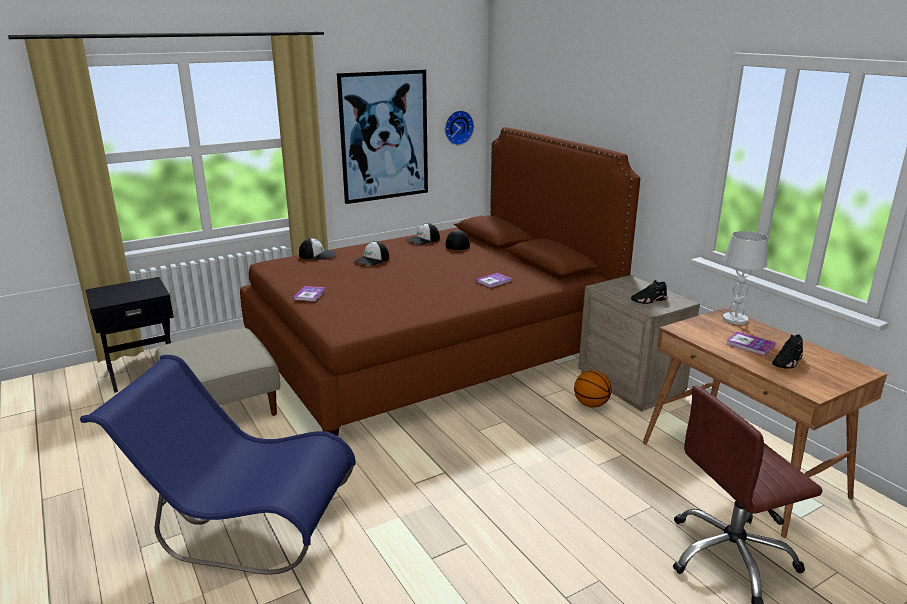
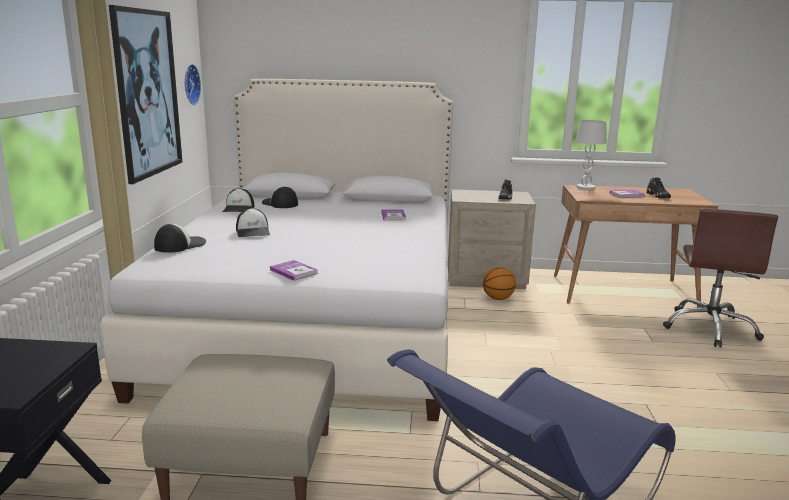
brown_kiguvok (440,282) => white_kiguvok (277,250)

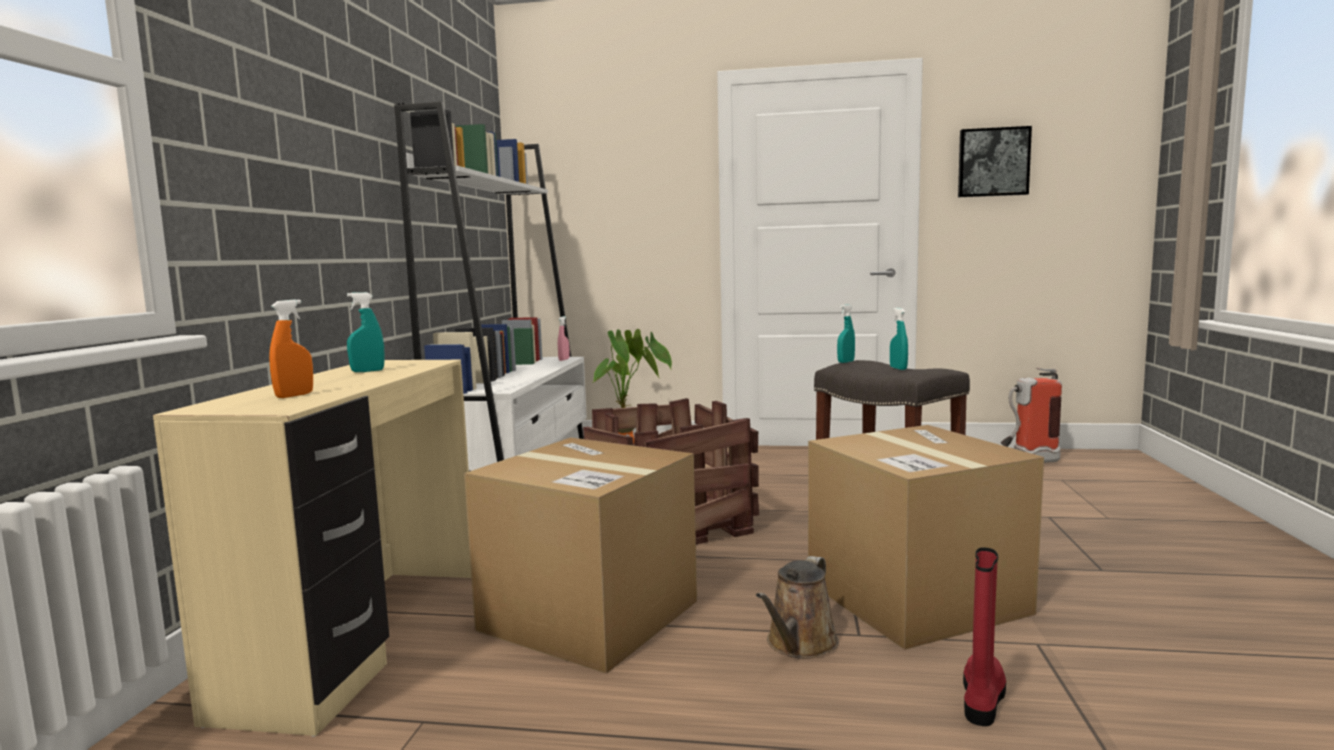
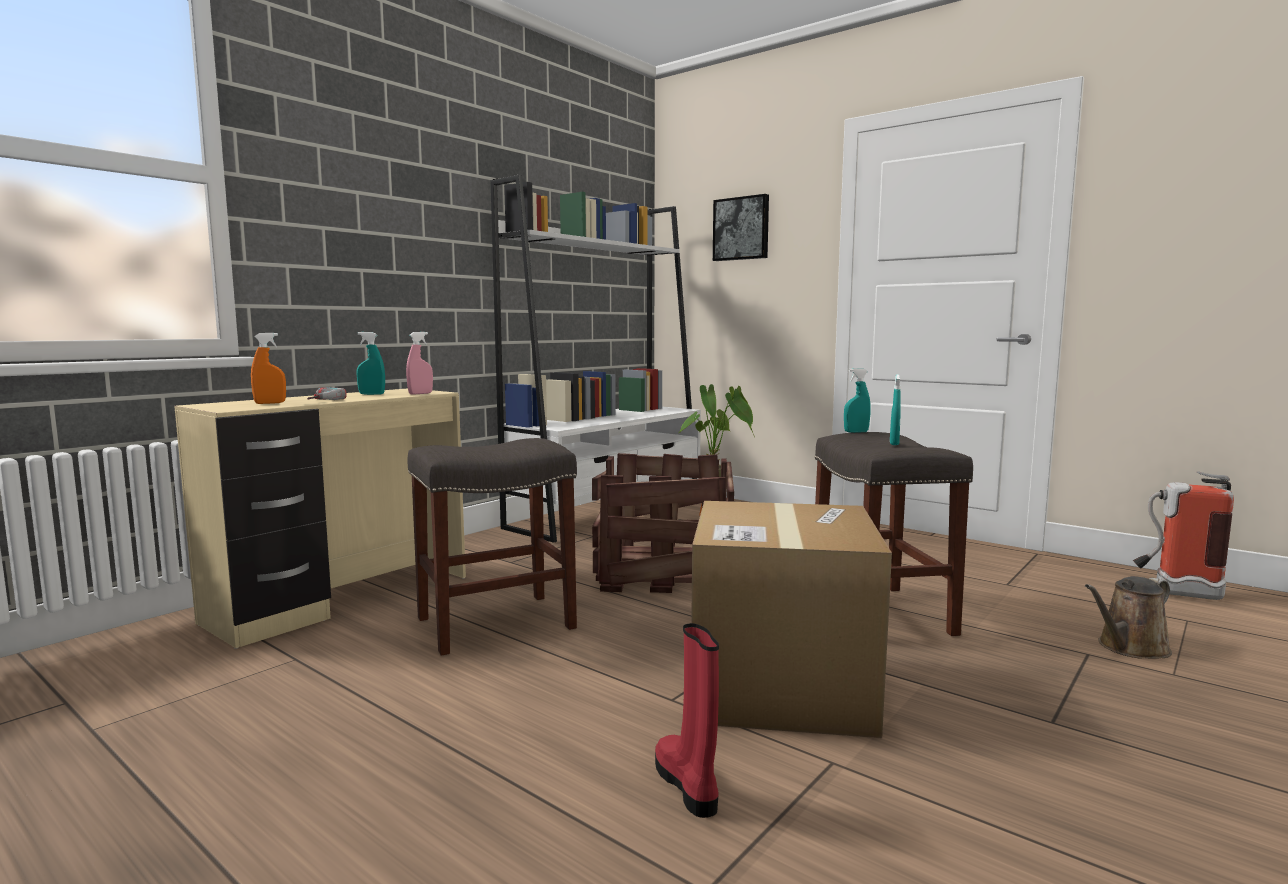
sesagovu (580,555) => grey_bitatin (492,547)
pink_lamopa (564,338) => pink_lamopa (419,363), shifted
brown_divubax (797,607) => brown_divubax (1128,617), shifted
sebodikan (995,161) => sebodikan (741,227), shifted
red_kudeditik (984,637) => red_kudeditik (687,720), 75 degrees counterclockwise
nothing => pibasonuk (327,393)

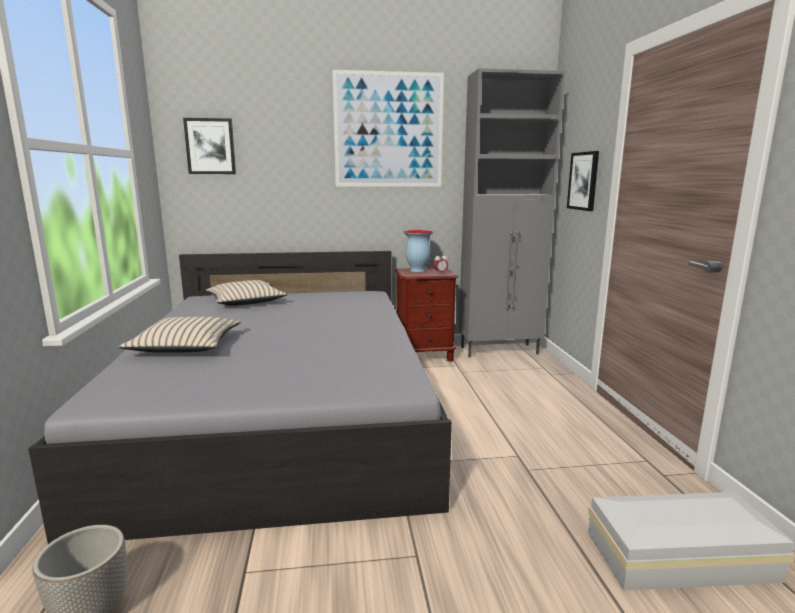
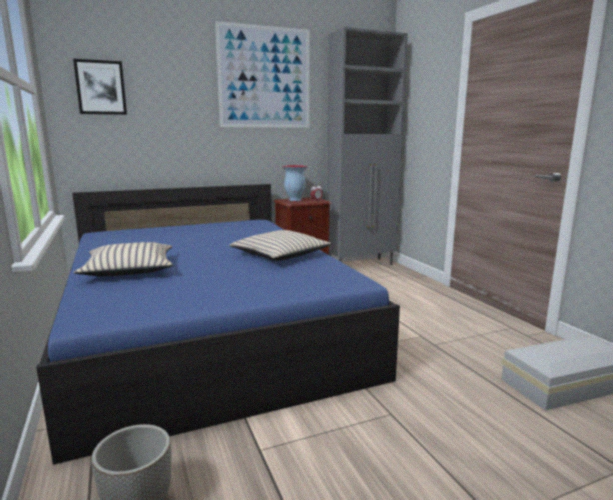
grey_kiguvok (240,397) => blue_kiguvok (218,324)
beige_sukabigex (246,293) => beige_sukabigex (280,245), shifted
sebodikan (583,181) => nothing

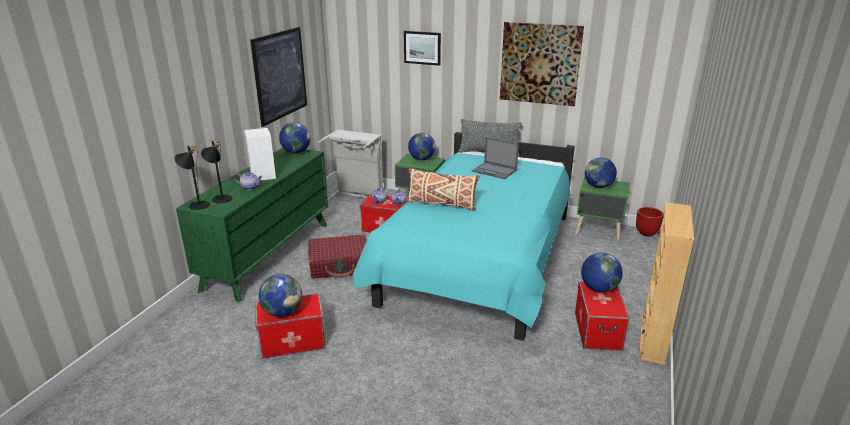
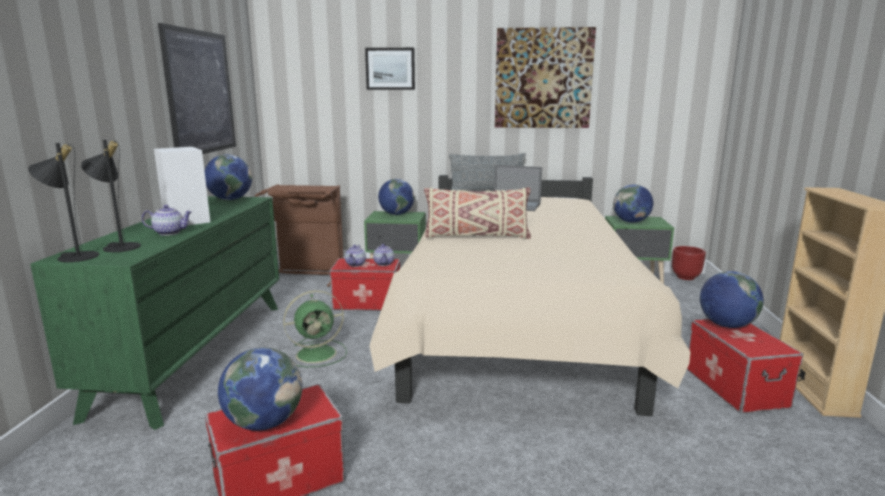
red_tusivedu (337,257) => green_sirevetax (315,328)
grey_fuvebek (350,164) => brown_fuvebek (299,235)
turquoise_kiguvok (464,236) => beige_kiguvok (530,295)

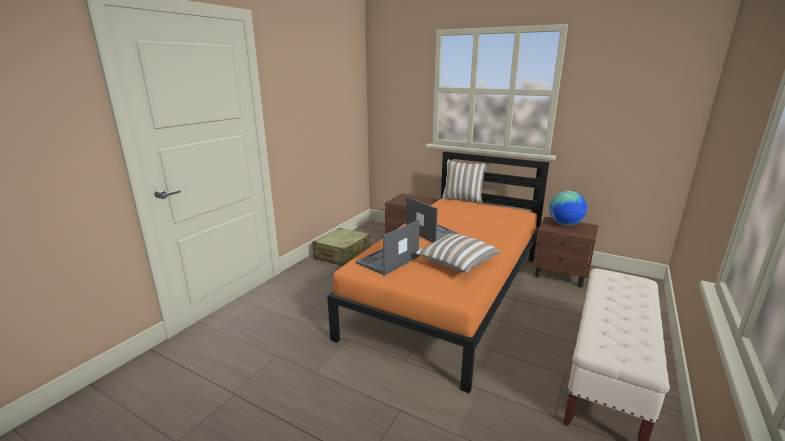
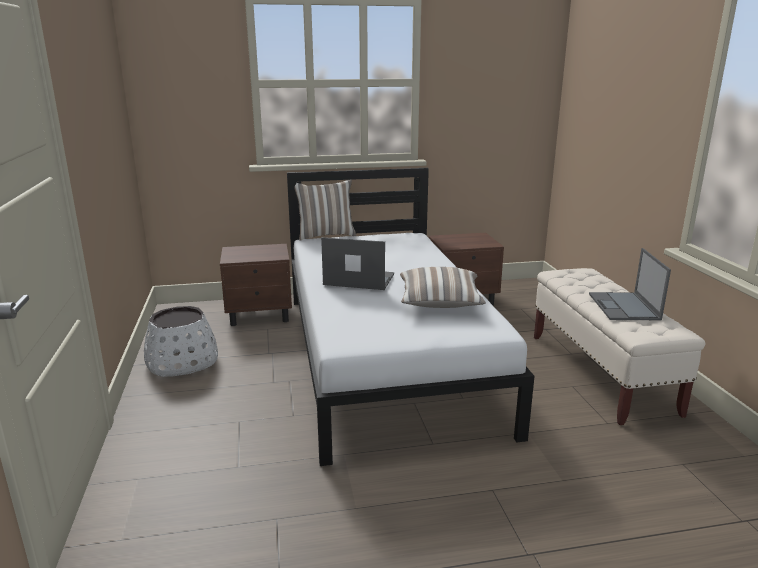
beige_tusivedu (341,247) => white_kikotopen (181,341)
orange_kiguvok (438,272) => white_kiguvok (411,317)
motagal (388,247) => motagal (630,284), shifted
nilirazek (568,208) => nothing

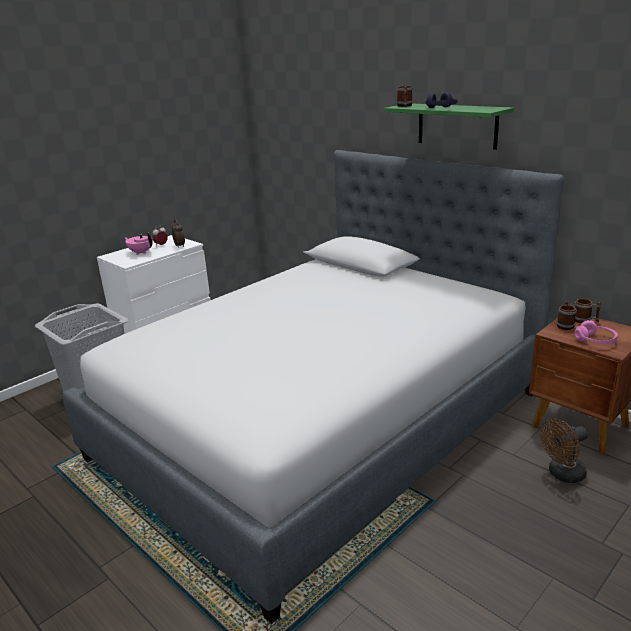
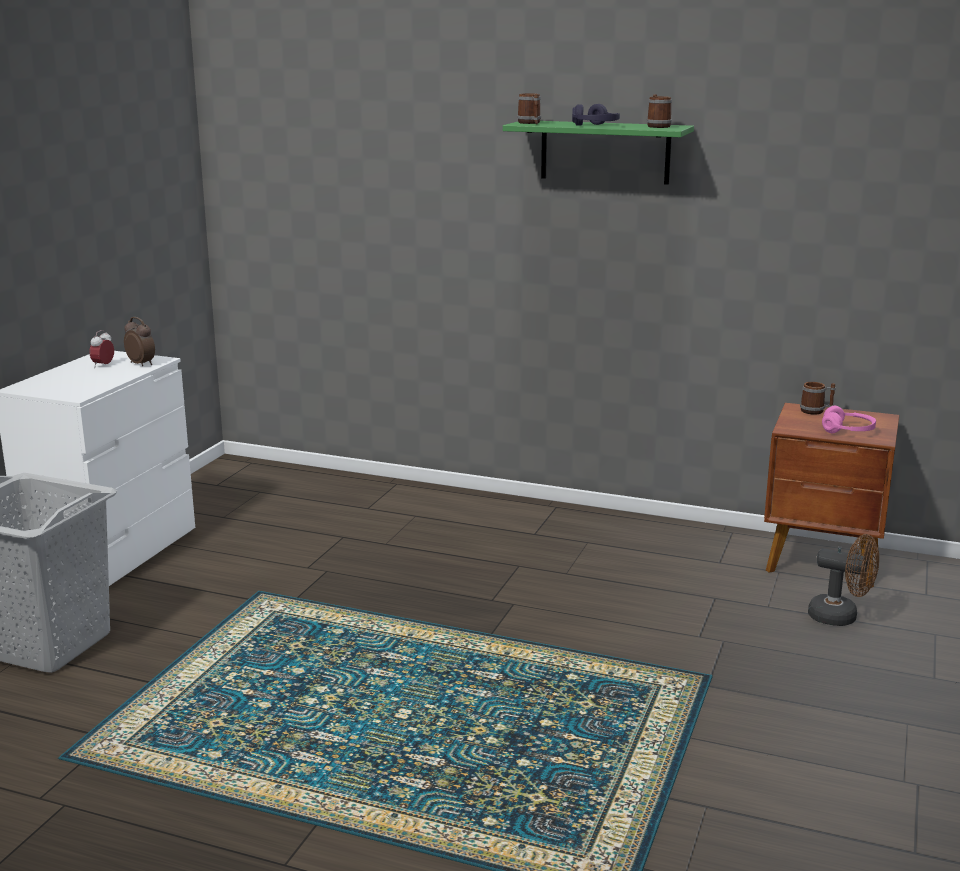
kiguvok (313,387) => nothing
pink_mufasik (138,243) => nothing
brown_sirevetax (564,451) => brown_sirevetax (843,580), 105 degrees counterclockwise
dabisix (566,315) => dabisix (659,111), shifted

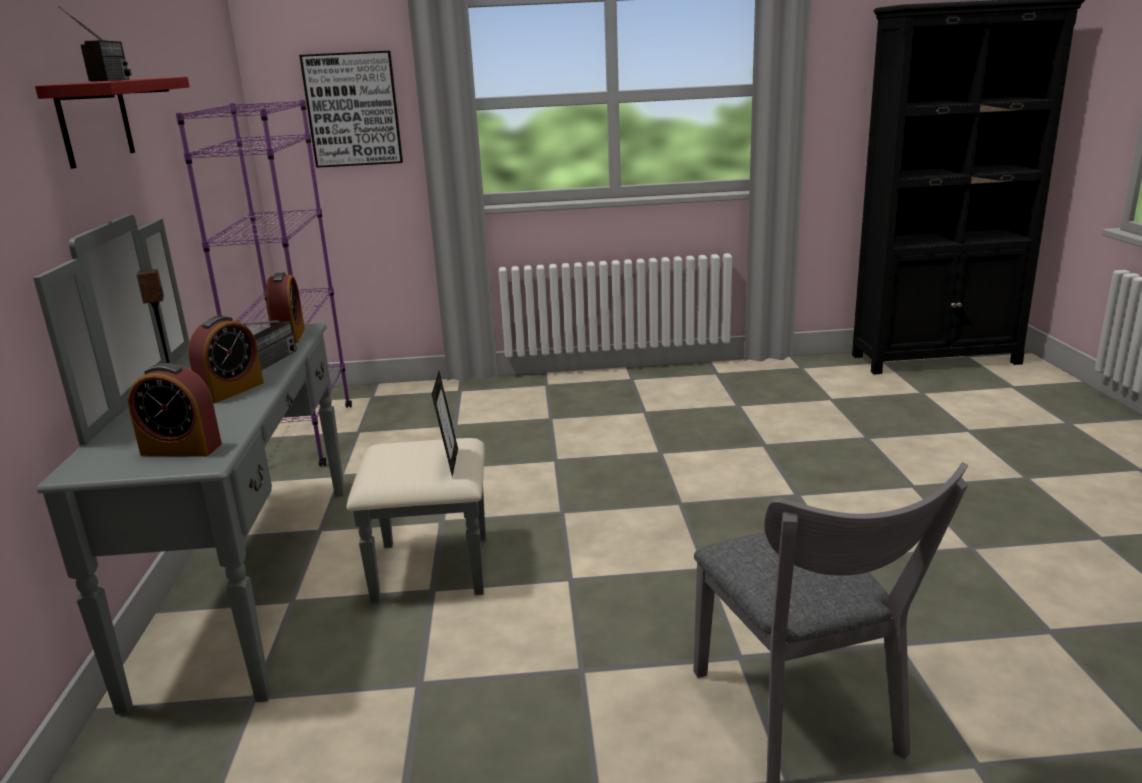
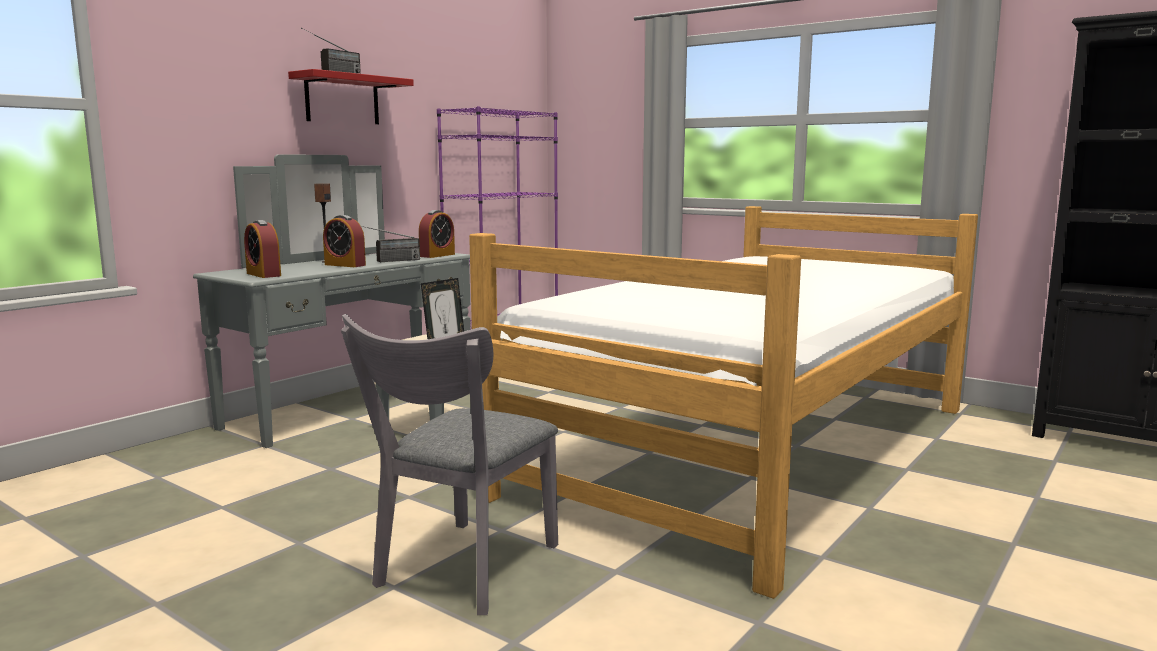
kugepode (226,359) => kugepode (344,241), 45 degrees clockwise
sebodikan (351,109) => nothing
nothing => kiguvok (723,402)

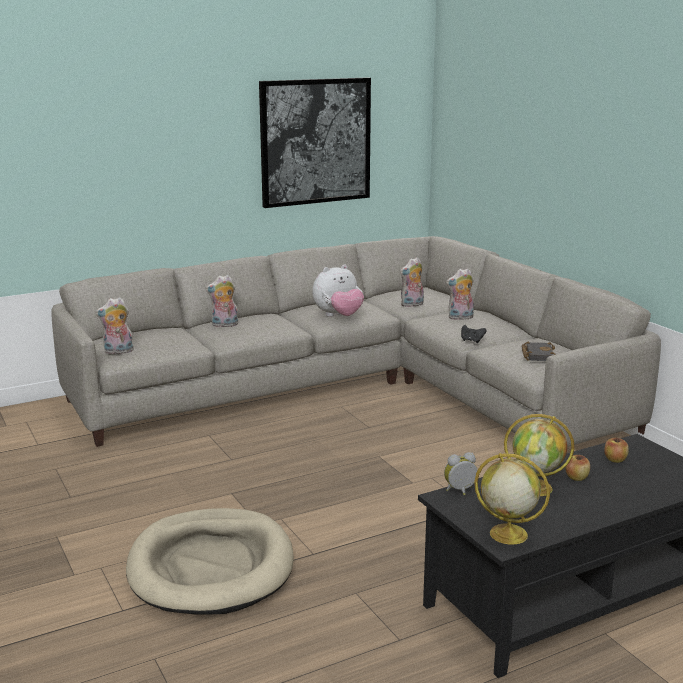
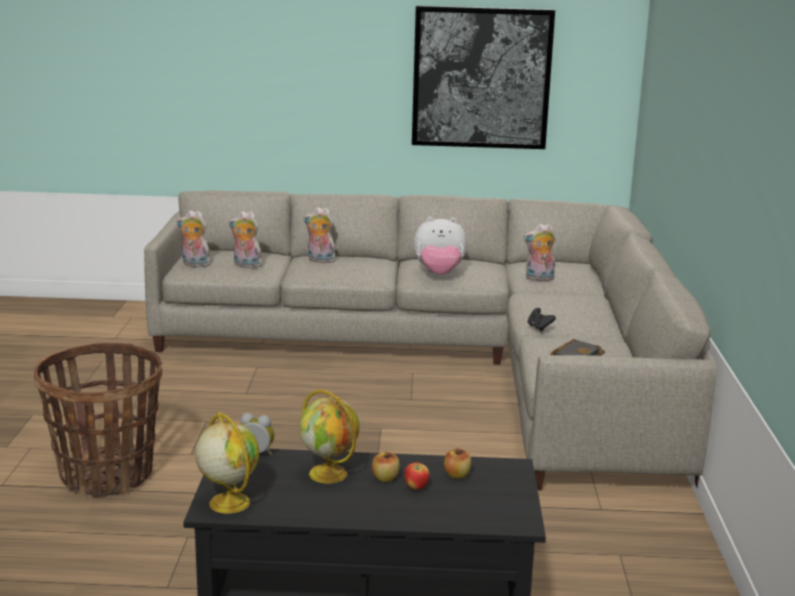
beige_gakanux (210,561) => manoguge (98,420)
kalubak (460,294) => kalubak (245,239), shifted
nothing => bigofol (416,476)

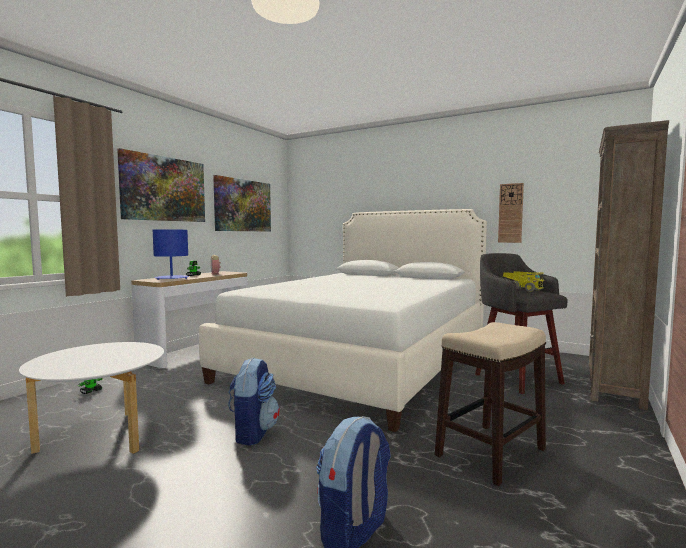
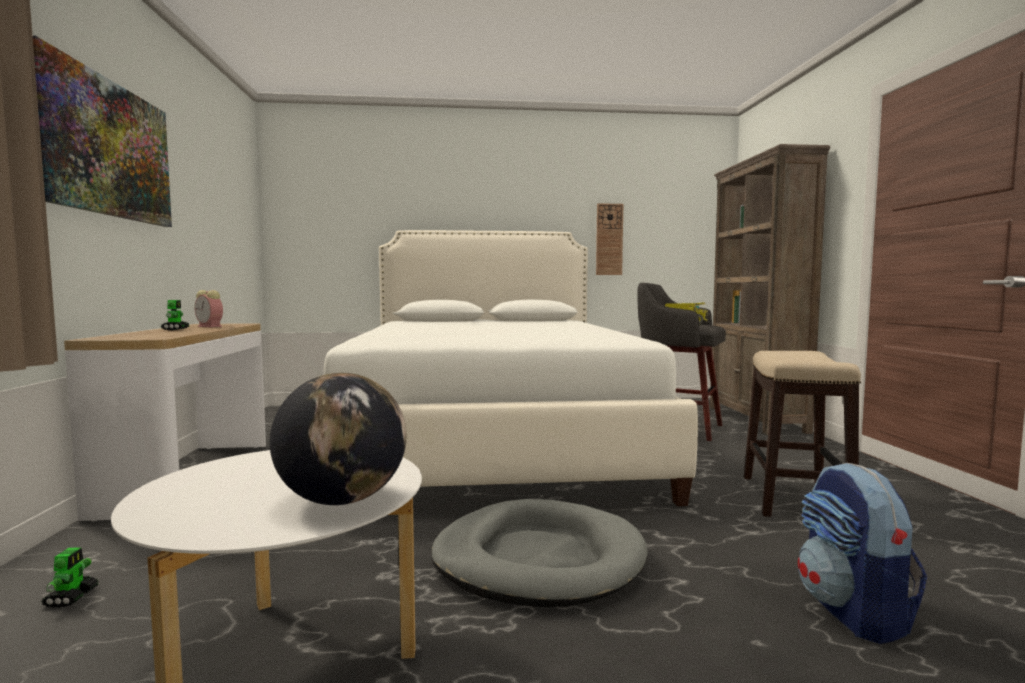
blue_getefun (171,254) => nothing
sebodikan (242,203) => nothing
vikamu (254,401) => grey_gakanux (539,553)
nothing => nilirazek (338,439)

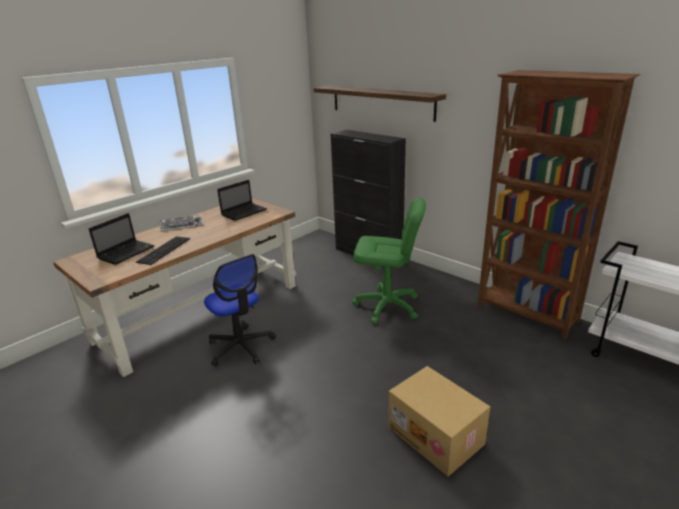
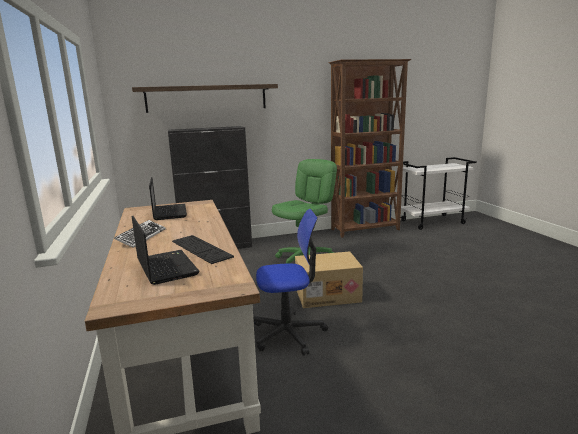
sesagovu (439,421) => sesagovu (329,279), shifted

